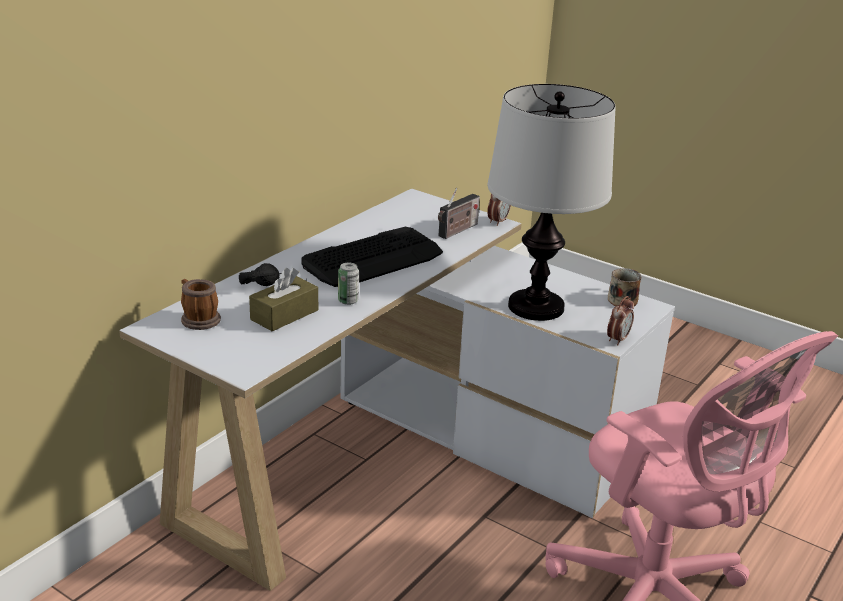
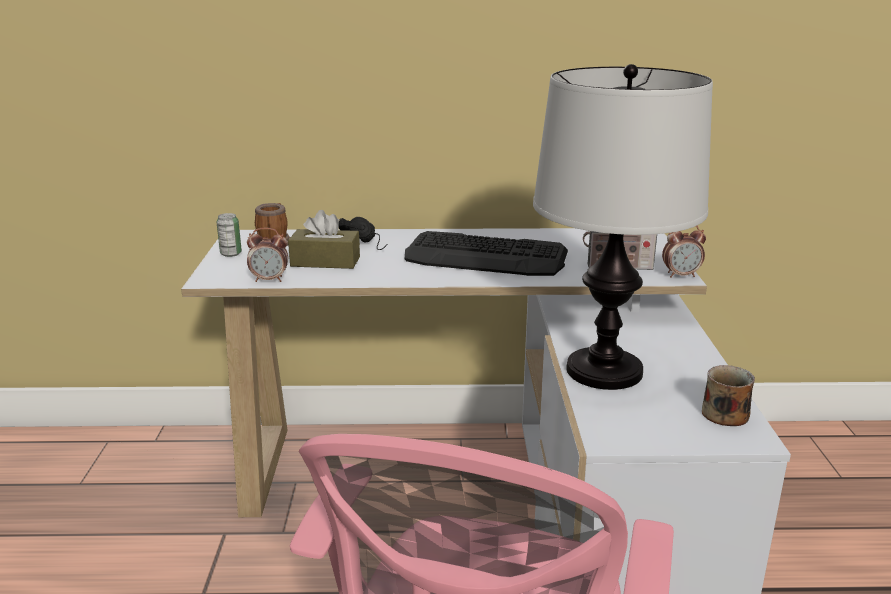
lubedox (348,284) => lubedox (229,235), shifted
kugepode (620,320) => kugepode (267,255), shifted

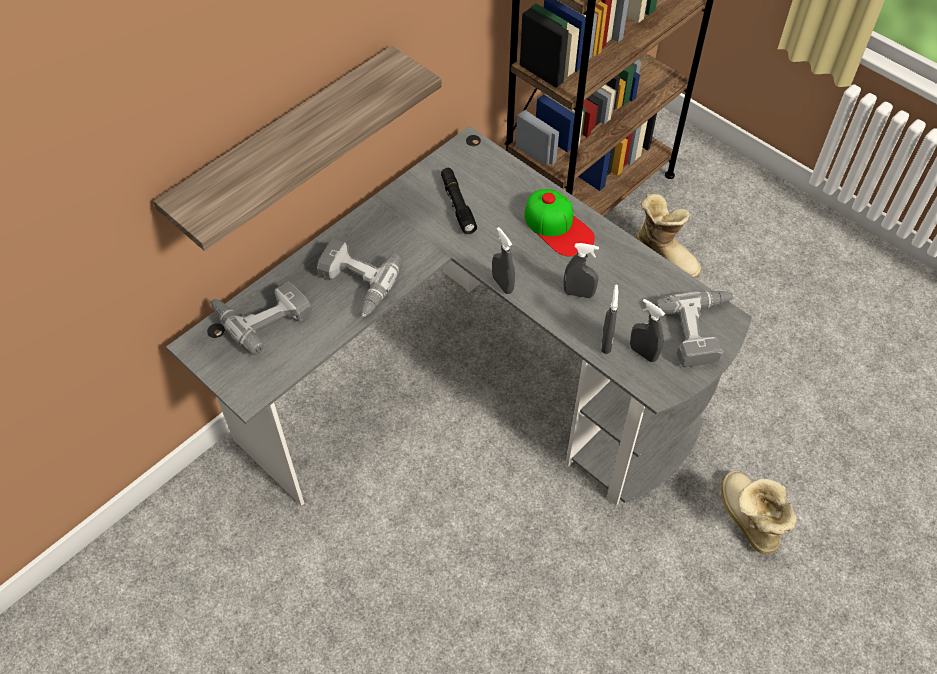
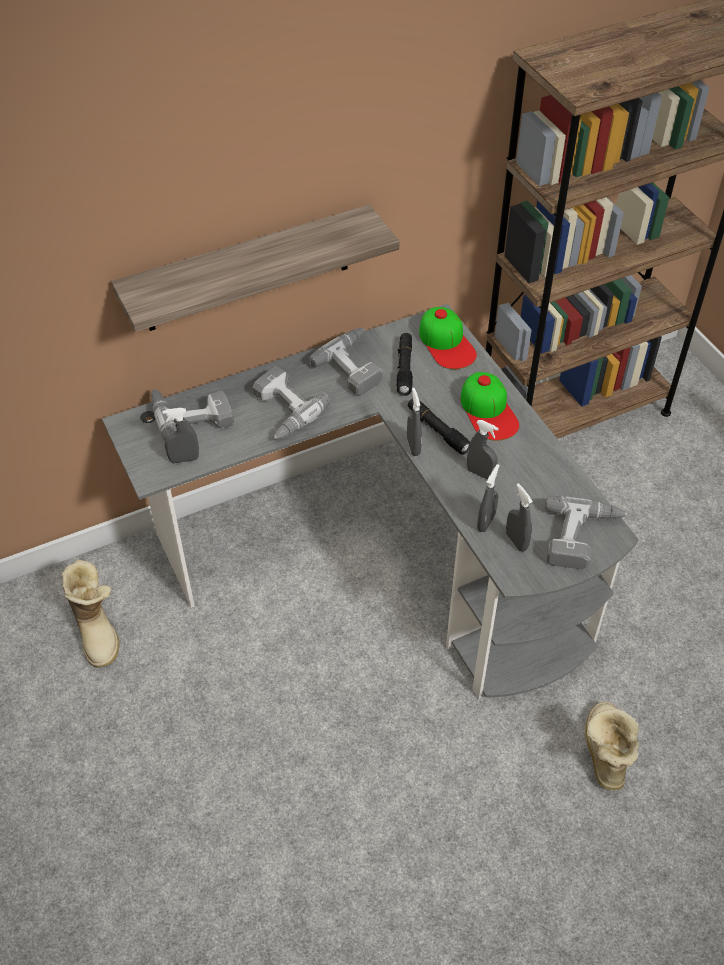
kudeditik (668,236) => kudeditik (90,614), shifted
nothing => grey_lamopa (180,436)
nothing => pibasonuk (346,362)
nothing => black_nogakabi (439,426)
nothing => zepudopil (448,338)

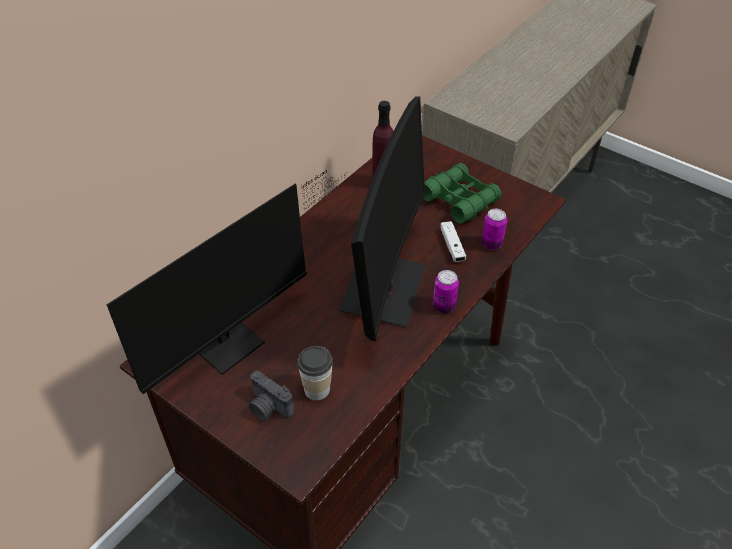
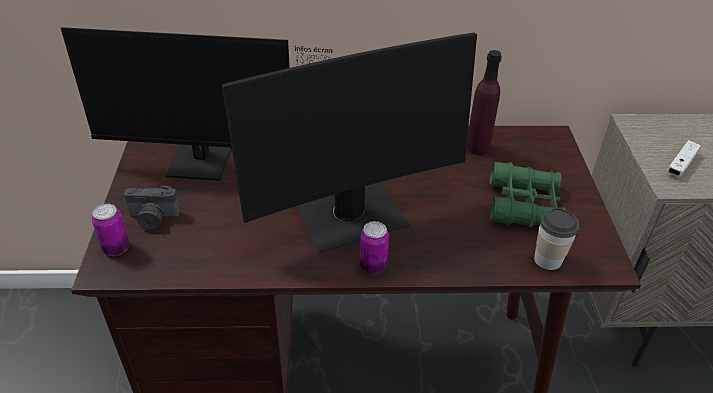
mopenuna (271,396) => mopenuna (152,207), 90 degrees counterclockwise
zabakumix (315,373) => zabakumix (556,239), shifted
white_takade (453,241) => white_takade (684,158), shifted
lubedox (494,229) => lubedox (111,230), shifted

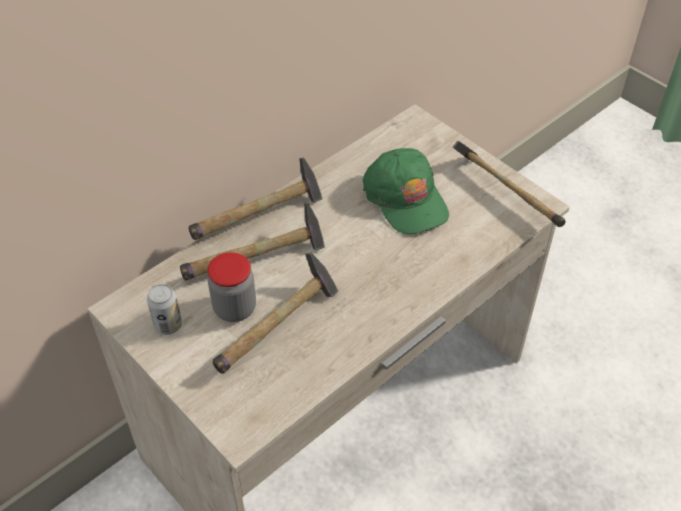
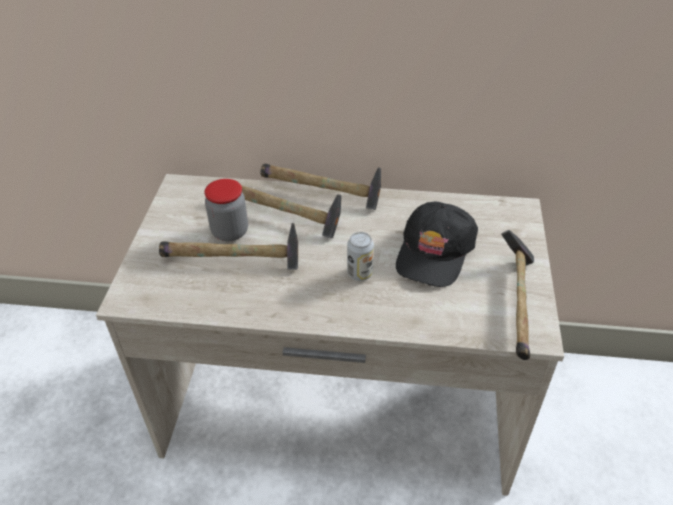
lubedox (164,309) => lubedox (360,256), shifted
green_zepudopil (406,191) => black_zepudopil (437,244)

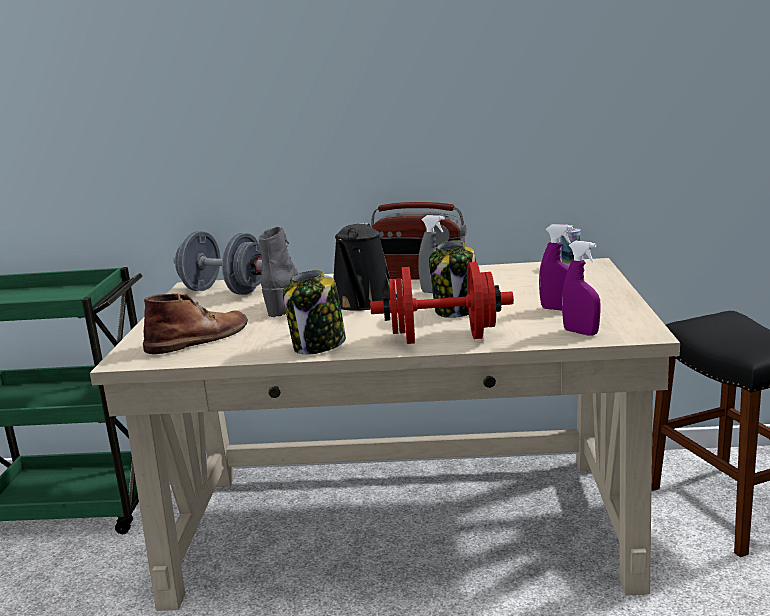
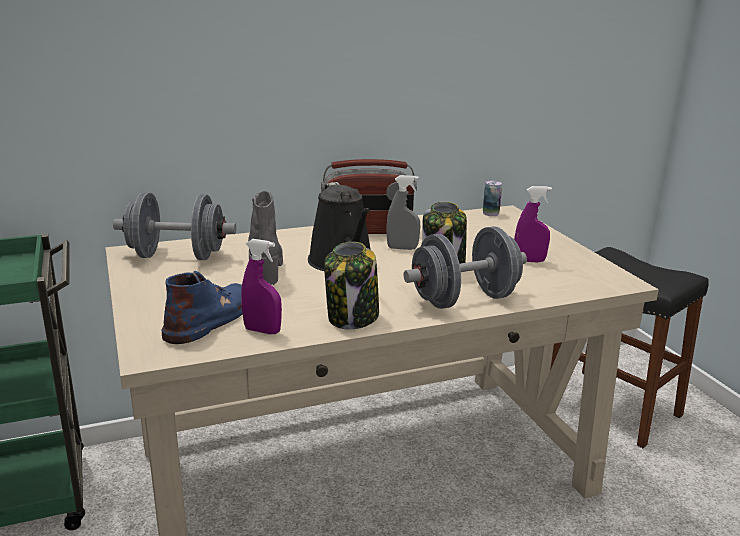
brown_kudeditik (195,323) => blue_kudeditik (202,307)
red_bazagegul (442,303) => grey_bazagegul (465,267)
purple_lamopa (581,288) => purple_lamopa (261,286), shifted

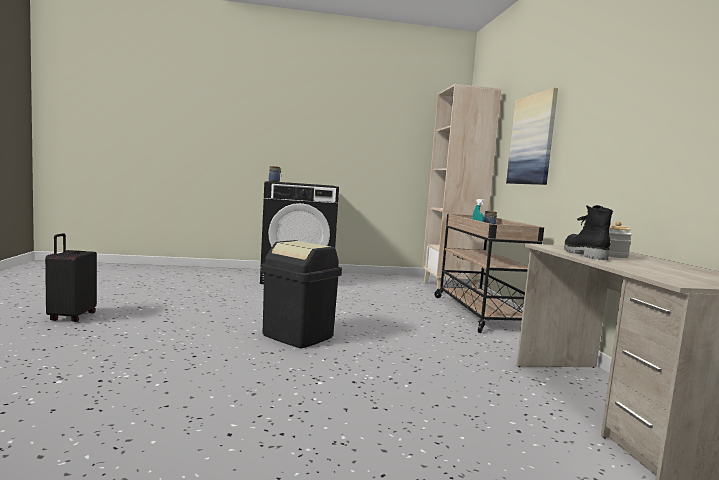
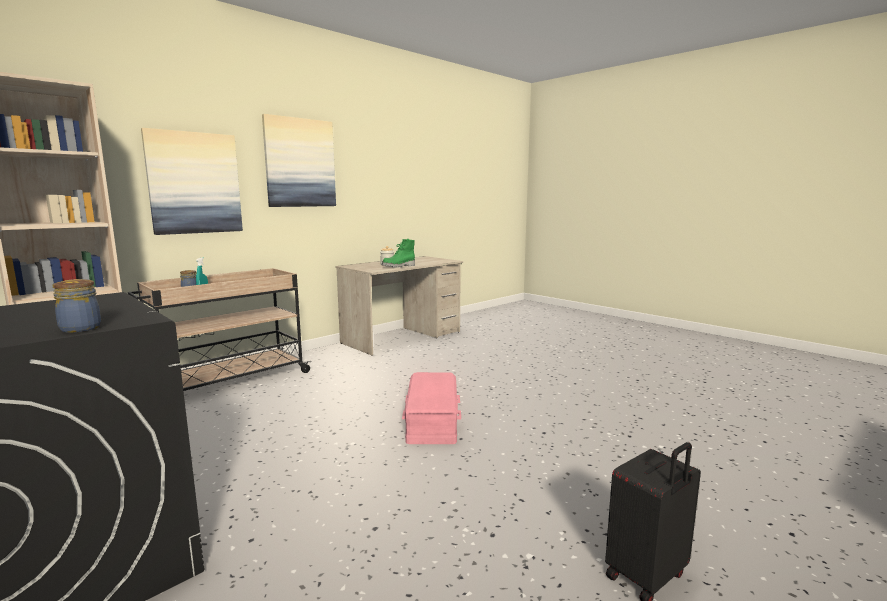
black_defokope (301,294) => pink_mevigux (431,408)
black_kudeditik (588,232) => green_kudeditik (398,253)
nothing => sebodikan (299,160)

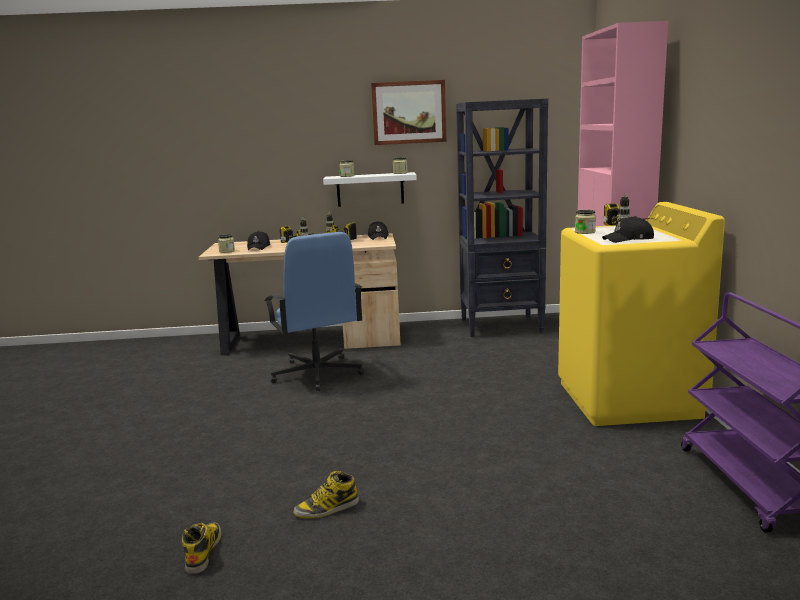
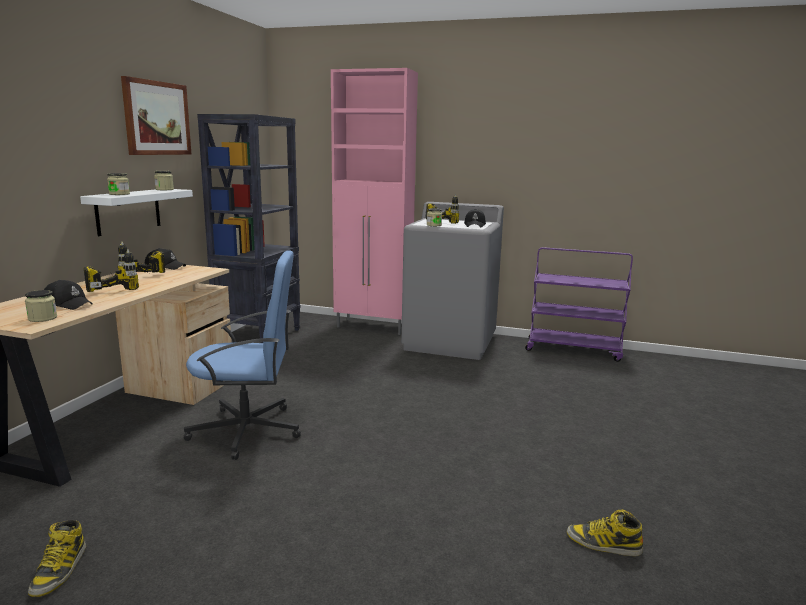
kudeditik (326,495) => kudeditik (57,558), shifted
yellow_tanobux (641,314) => grey_tanobux (452,281)

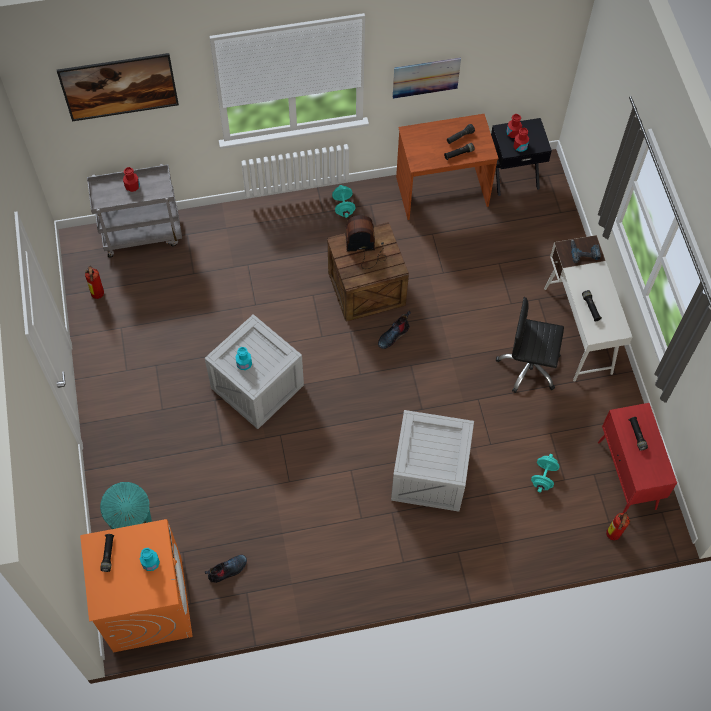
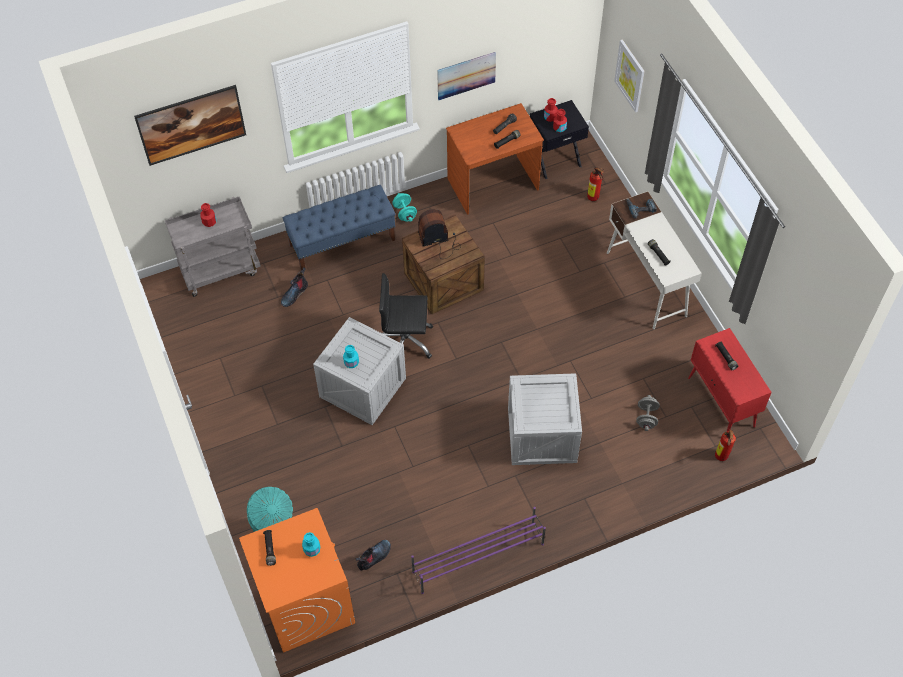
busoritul (94,282) => busoritul (595,184), shifted
kudeditik (394,330) => kudeditik (294,287), shifted
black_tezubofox (530,345) => black_tezubofox (406,316), shifted
turquoise_bazagegul (545,473) => grey_bazagegul (648,413)
nothing => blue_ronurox (339,228)
nothing => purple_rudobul (478,550)
nothing => sebodikan (629,76)

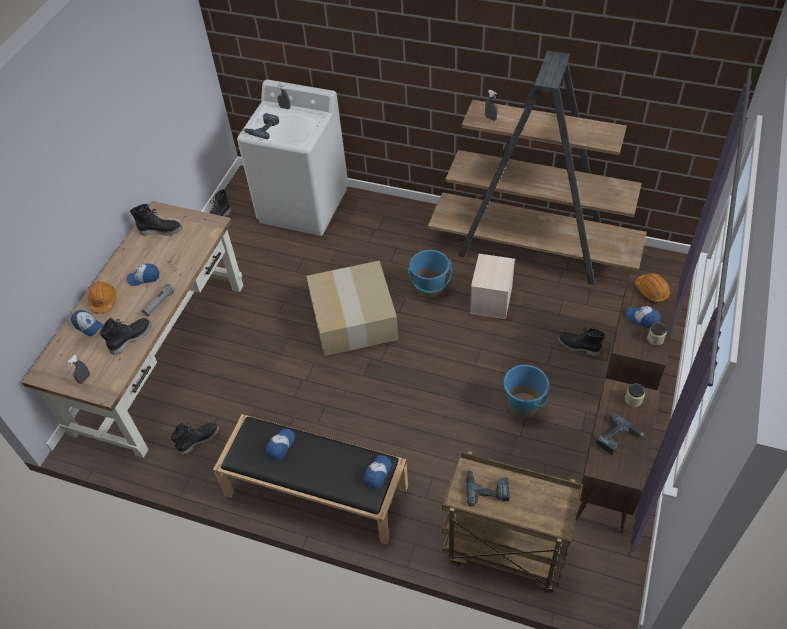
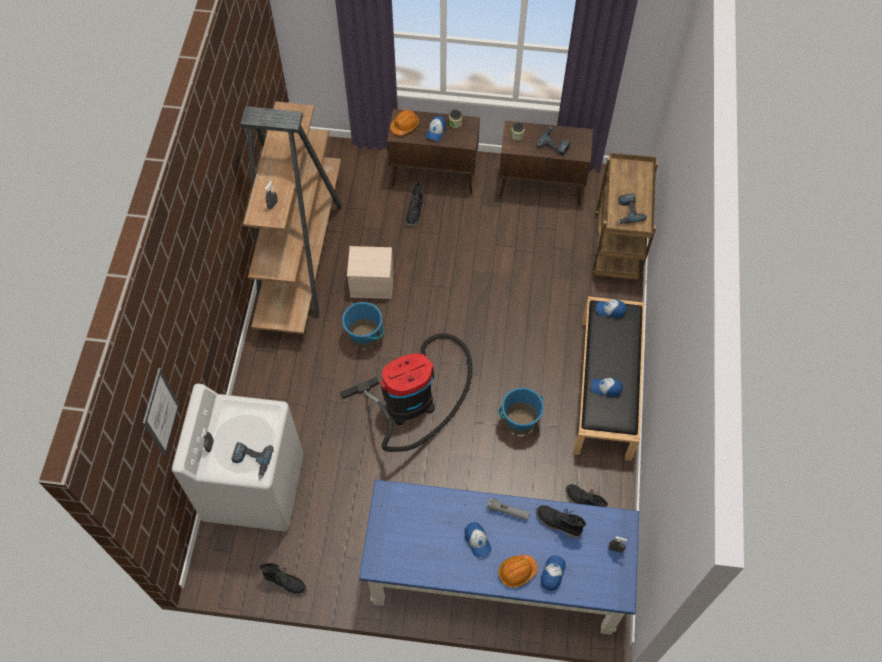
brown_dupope (132,329) => blue_dupope (499,557)
black_kudeditik (156,220) => nothing
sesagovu (353,308) => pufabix (406,392)
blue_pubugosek (526,391) => blue_pubugosek (521,411), shifted
nothing => sebodikan (161,412)

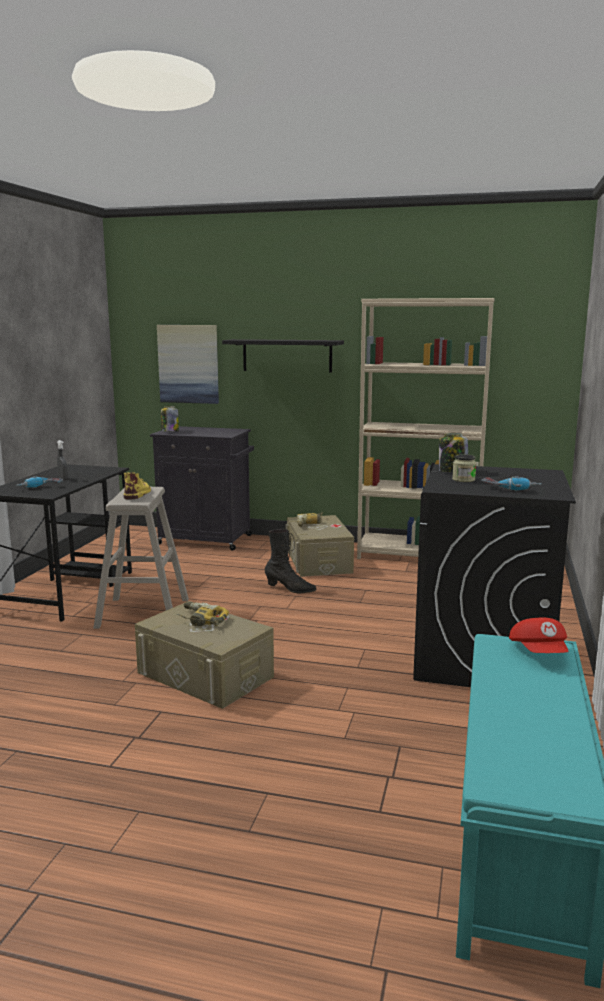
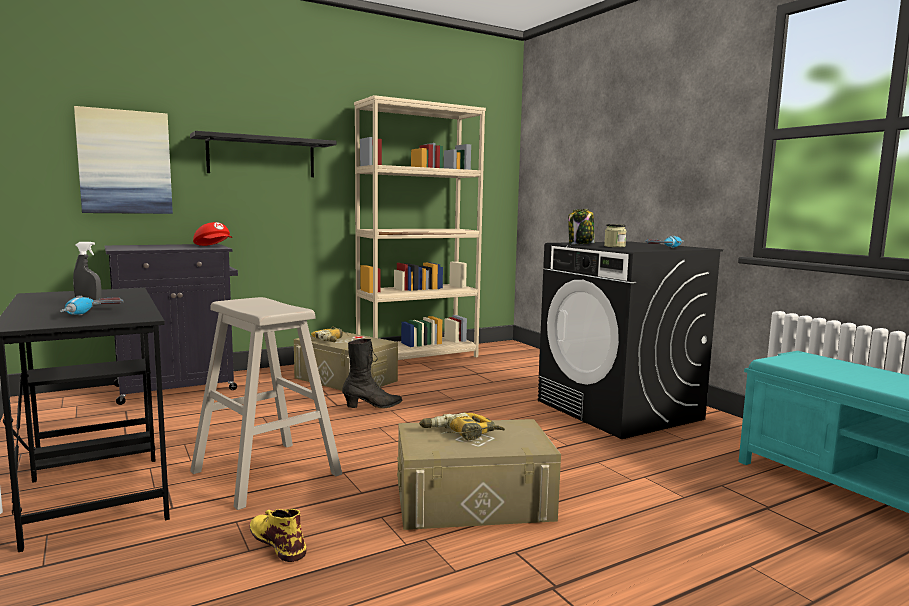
yellow_kudeditik (137,486) => yellow_kudeditik (278,535), shifted
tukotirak (170,419) => nothing
red_zepudopil (539,635) => red_zepudopil (212,234), shifted

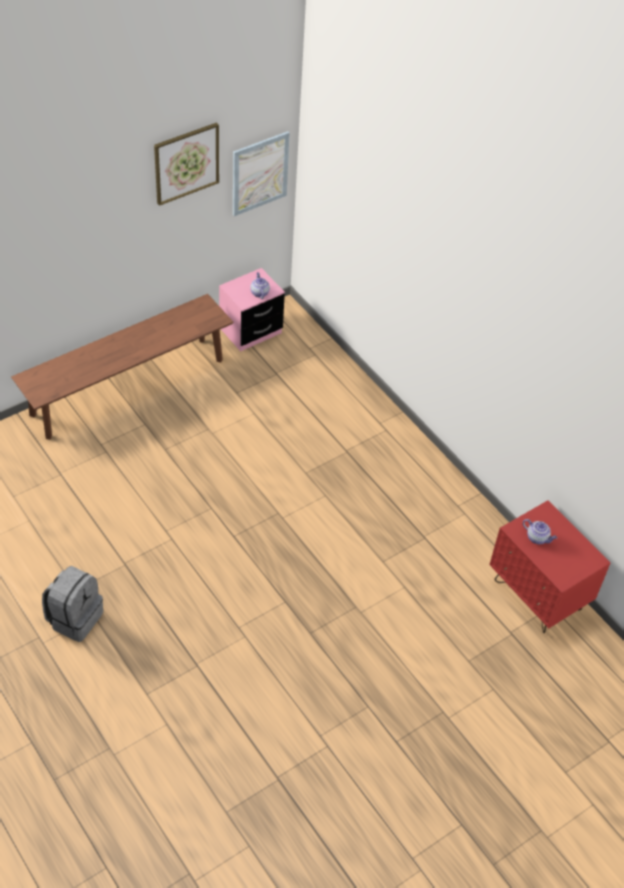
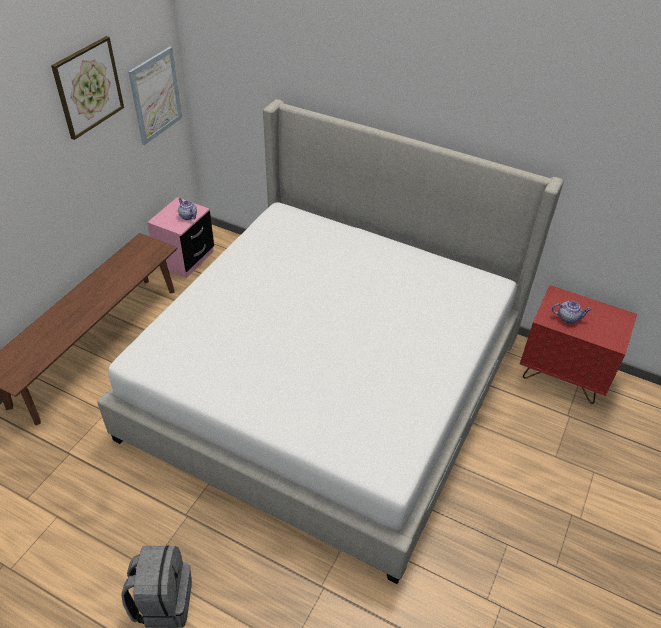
nothing => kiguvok (330,341)

